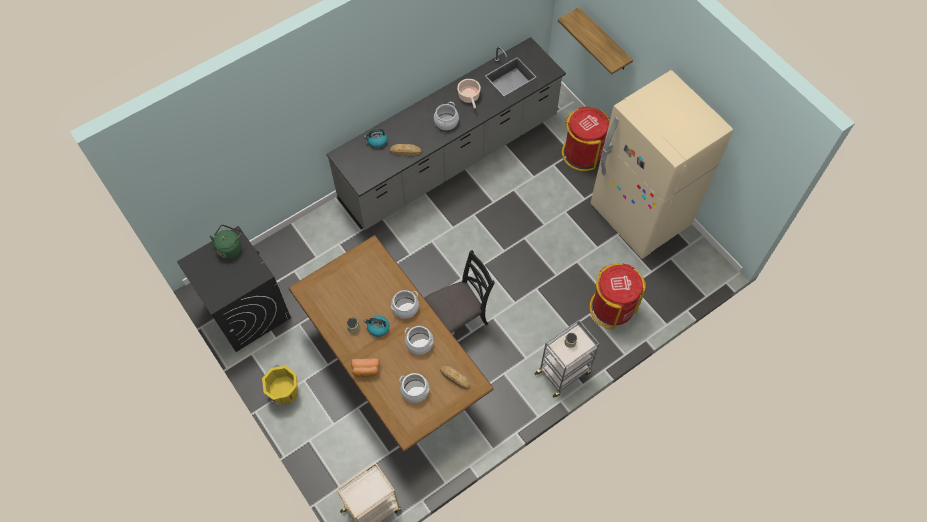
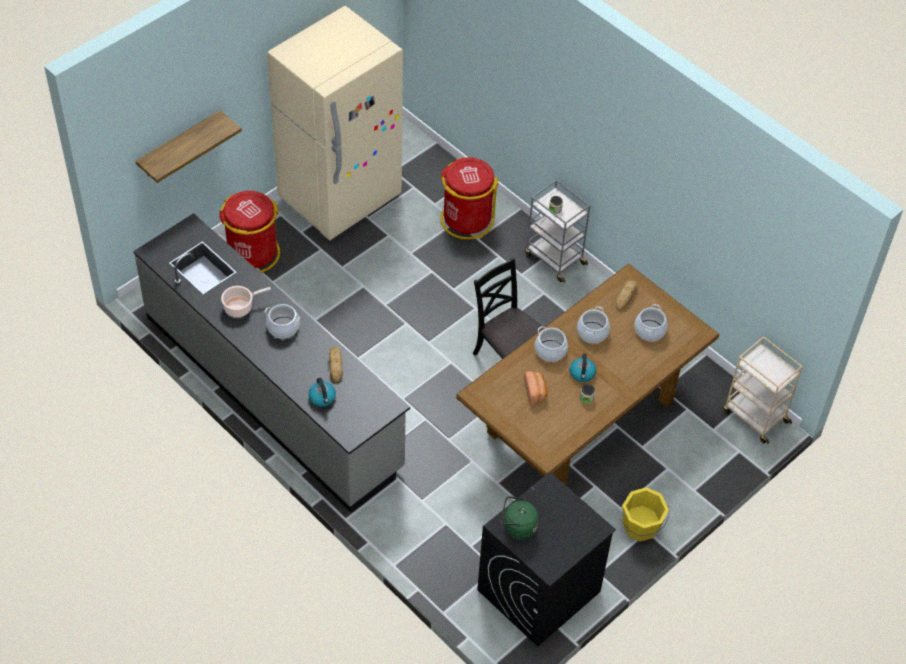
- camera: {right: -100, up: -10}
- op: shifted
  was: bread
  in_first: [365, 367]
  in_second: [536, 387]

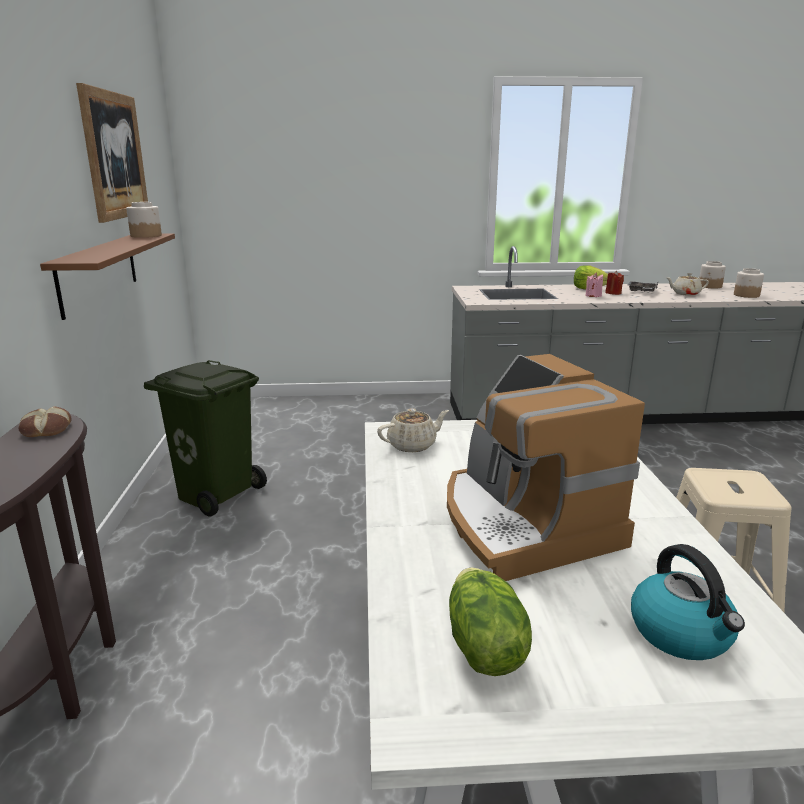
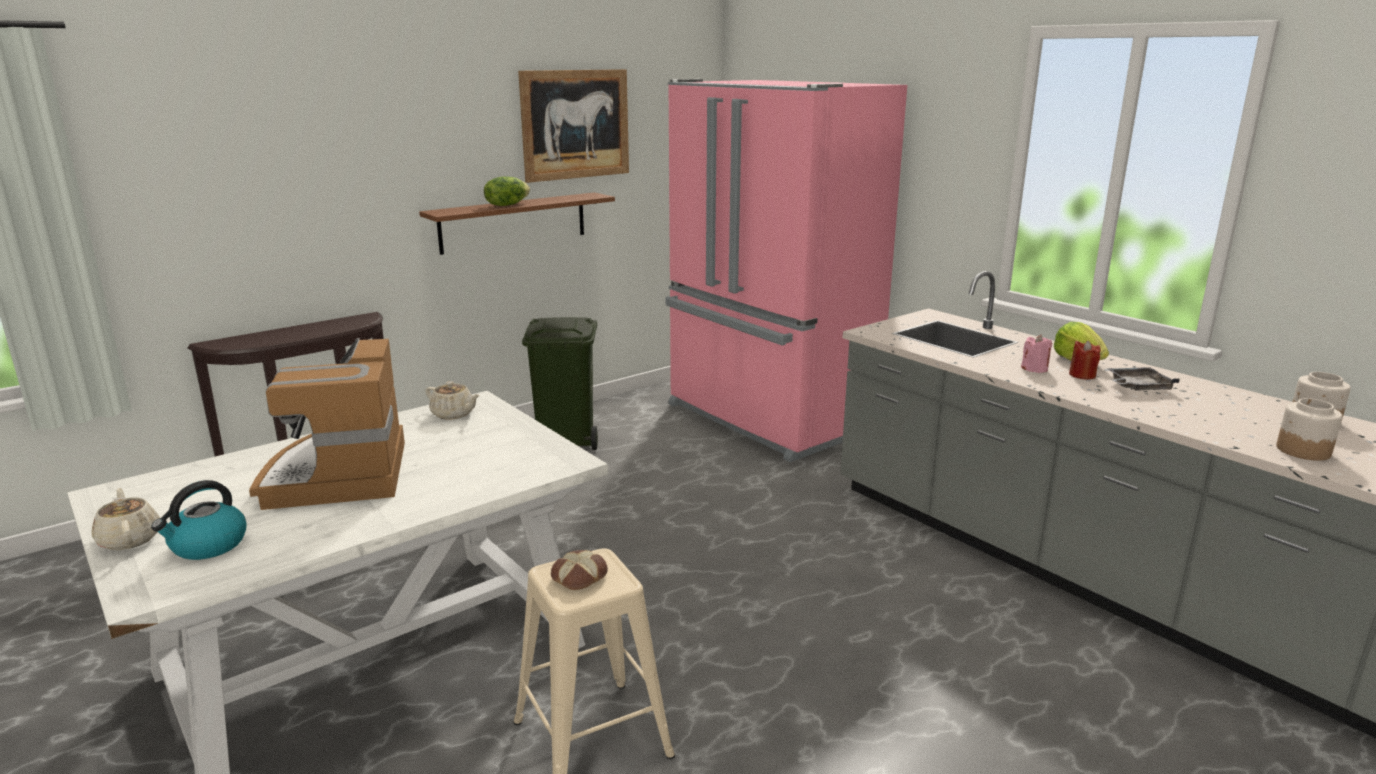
- camera: {right: 55, up: 0}
- op: gone
  was: jar
  in_first: [144, 220]
- op: new
  now: pink fridge
  in_second: [786, 270]
- op: shifted
  was: bread
  in_first: [45, 421]
  in_second: [579, 570]
- op: shifted
  was: lettuce
  in_first: [490, 622]
  in_second: [507, 191]
- op: shifted
  was: beige teapot
  in_first: [687, 284]
  in_second: [126, 519]
- op: rotated
  was: coffee machine
  in_first: [546, 467]
  in_second: [327, 424]
  clockwise: -45

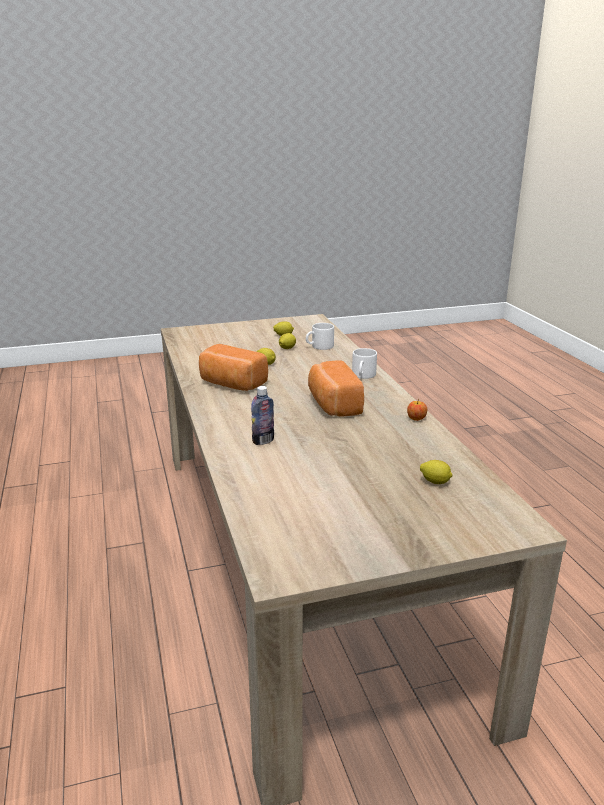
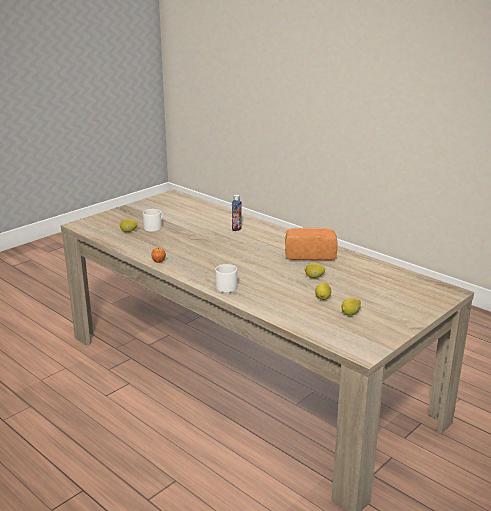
- camera: {right: 150, up: 0}
- op: gone
  was: bread
  in_first: [336, 389]
- op: shifted
  was: white mug
  in_first: [320, 336]
  in_second: [153, 220]

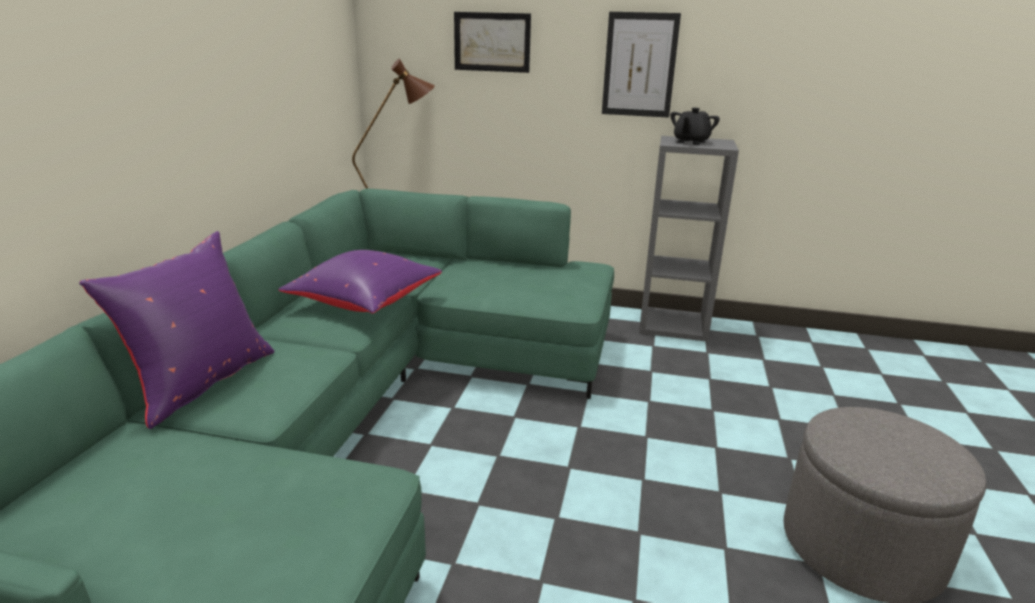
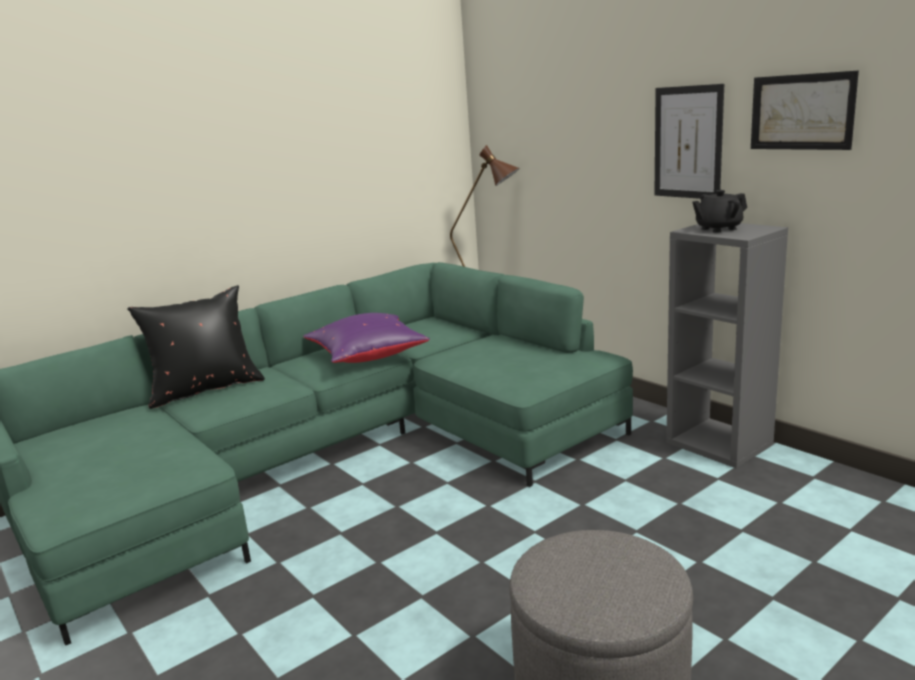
- camera: {right: 40, up: -5}
- op: shifted
  was: picture
  in_first: [492, 42]
  in_second: [805, 110]
- op: repainted
  was: purple pillow
  now: black pillow
  in_first: [176, 330]
  in_second: [196, 347]

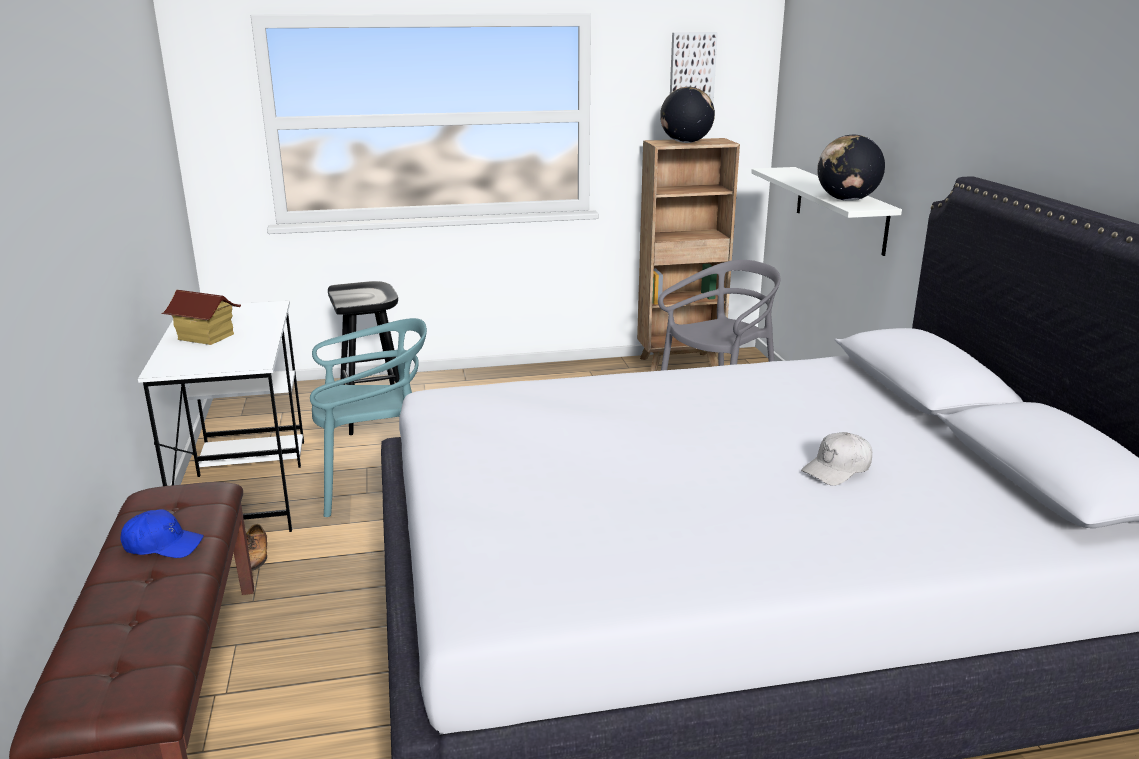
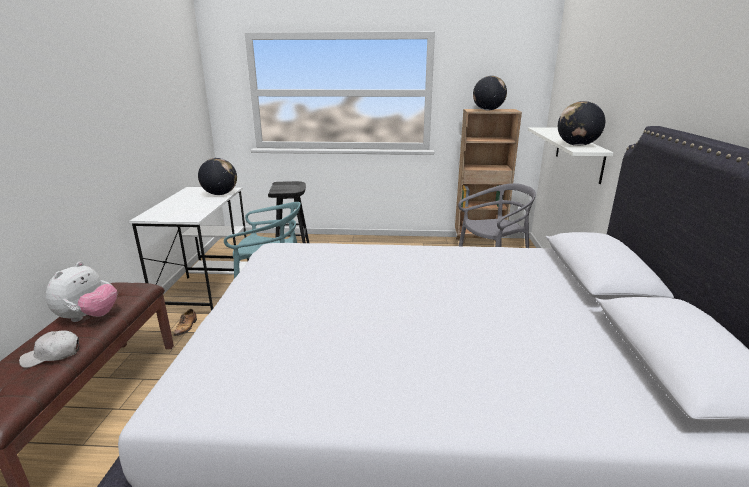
- camera: {right: 15, up: 0}
- op: gone
  was: toy house
  in_first: [201, 317]
- op: gone
  was: picture
  in_first: [694, 67]
- op: new
  now: globe
  in_second: [217, 176]
- op: shifted
  was: white cap
  in_first: [836, 459]
  in_second: [49, 349]
- op: swapped
  was: blue cap
  now: plush toy
  in_first: [162, 533]
  in_second: [81, 292]

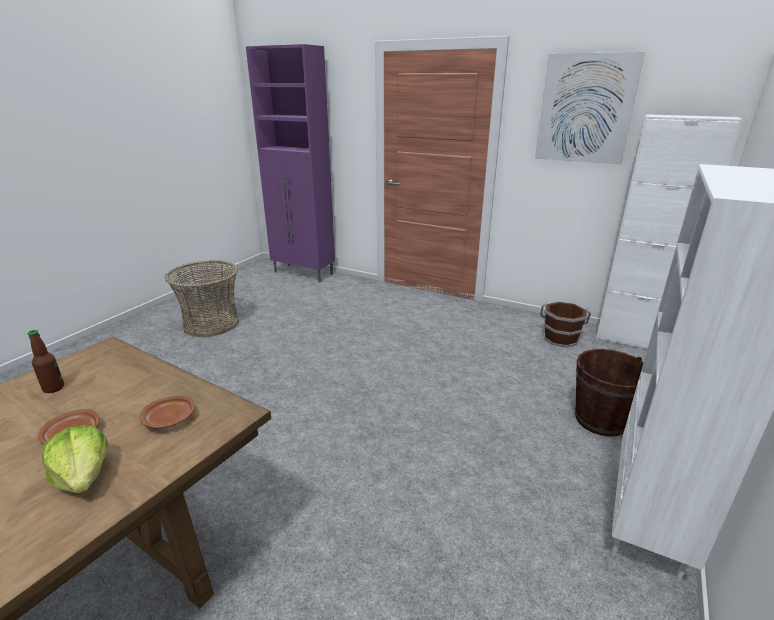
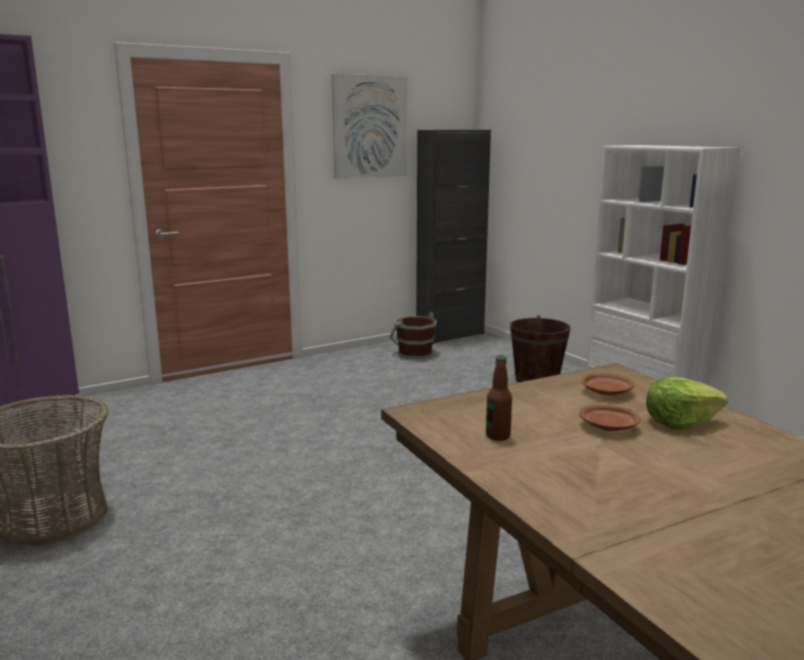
- camera: {right: -60, up: -10}
- op: repainted
  was: white cabinet
  now: black cabinet
  in_first: [669, 231]
  in_second: [453, 237]

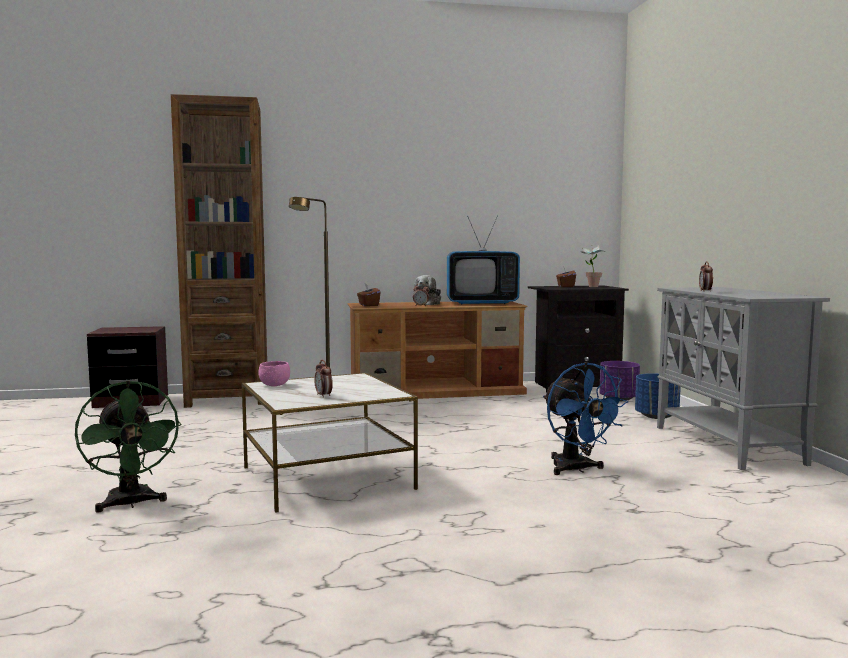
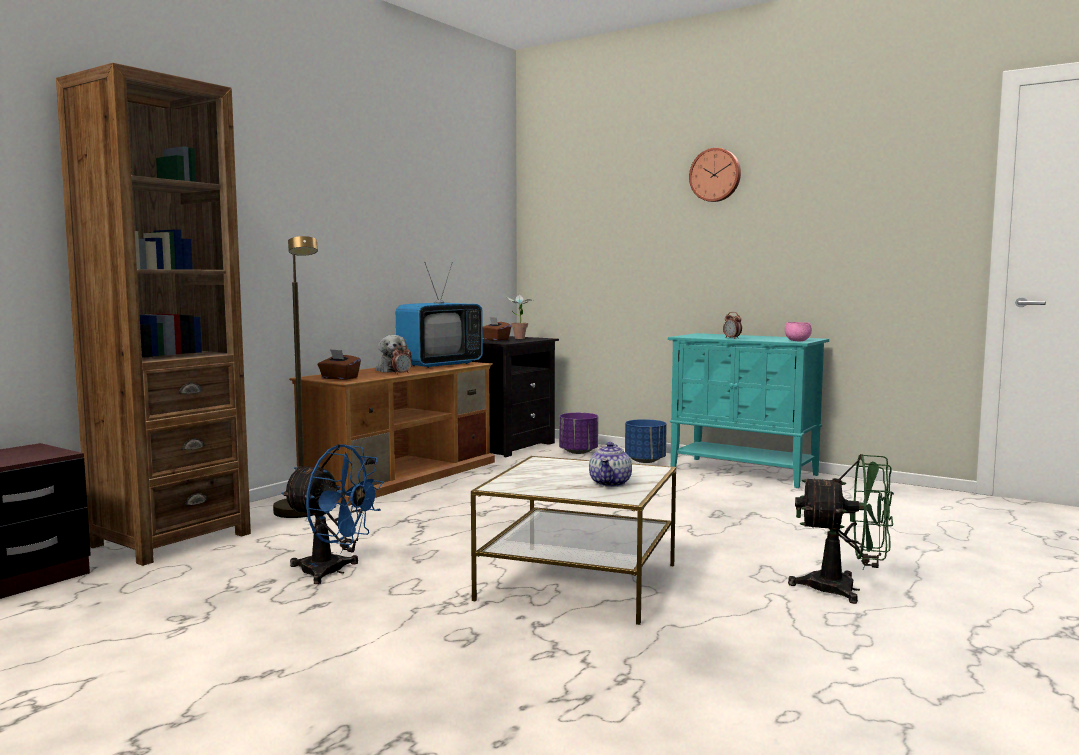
- camera: {right: -45, up: 0}
- op: new
  now: wall clock
  in_second: [715, 175]
- op: shifted
  was: green fan
  in_first: [128, 446]
  in_second: [841, 529]
- op: shifted
  was: pink bowl
  in_first: [274, 373]
  in_second: [798, 331]
- op: shifted
  was: blue fan
  in_first: [585, 418]
  in_second: [332, 514]
- op: swapped
  was: alarm clock
  now: teapot
  in_first: [323, 379]
  in_second: [610, 464]
- op: repainted
  was: grey cabinet
  now: turquoise cabinet
  in_first: [743, 378]
  in_second: [748, 410]

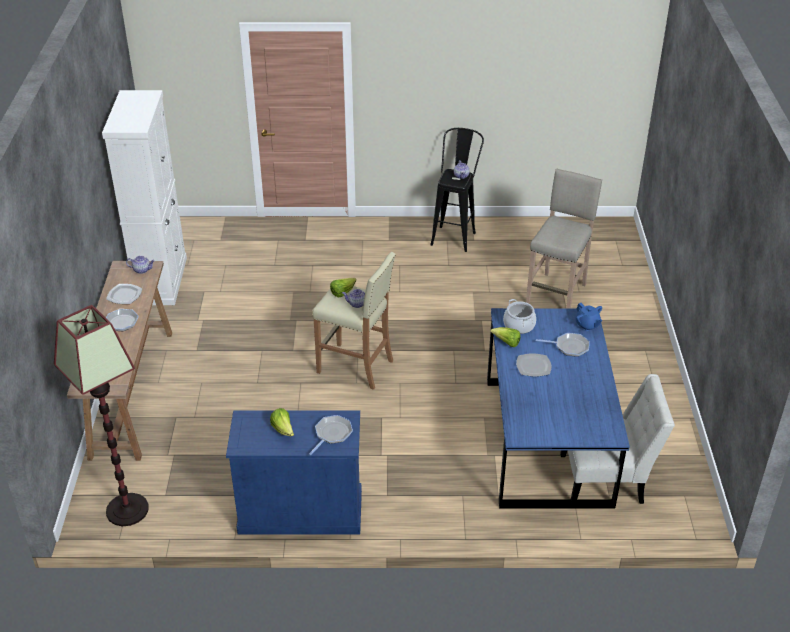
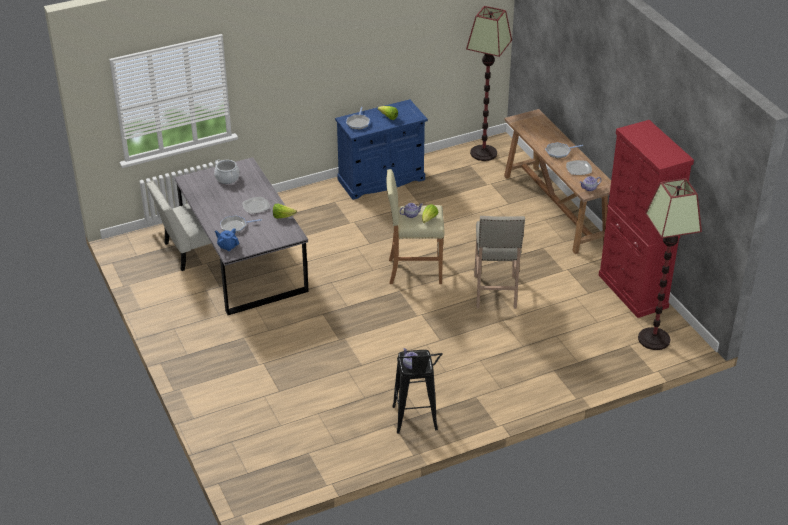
- camera: {right: 155, up: 0}
- op: new
  now: floor lamp
  in_second: [670, 264]
- op: shifted
  was: cooking pot
  in_first: [519, 316]
  in_second: [227, 171]
- op: shifted
  was: beige stool
  in_first: [564, 238]
  in_second: [499, 262]
- op: repainted
  was: white cabinet
  now: red cabinet
  in_first: [144, 197]
  in_second: [646, 219]
- op: repainted
  was: blue dining table
  now: grey dining table
  in_first: [558, 408]
  in_second: [241, 236]

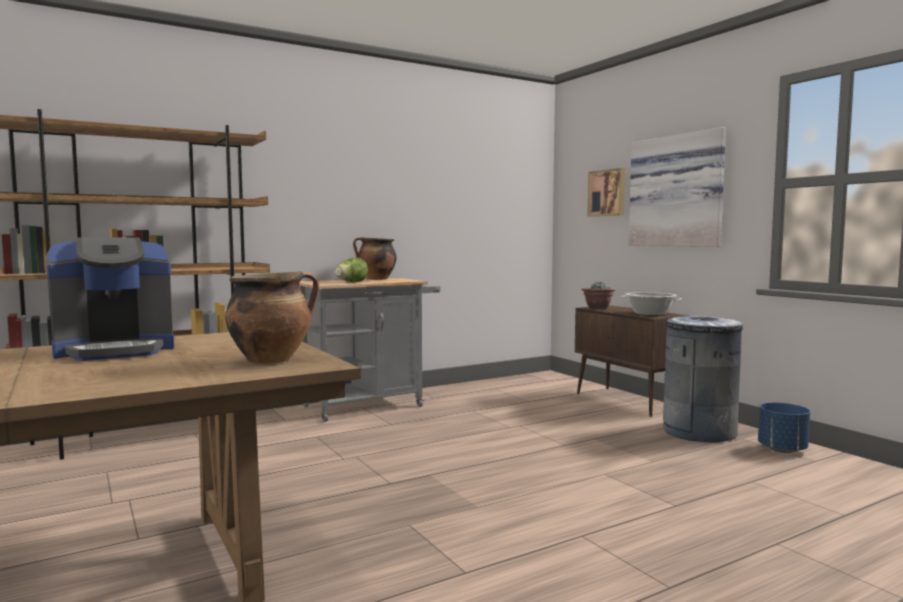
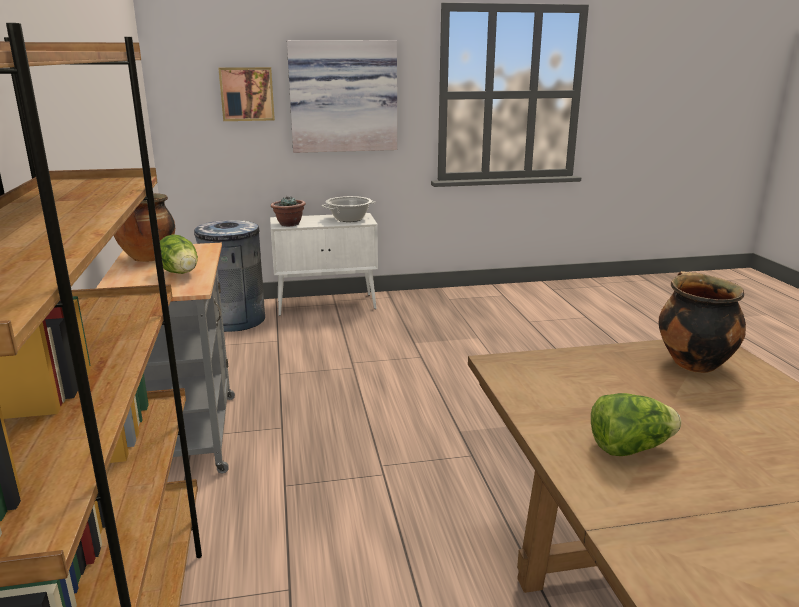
- camera: {right: -70, up: 15}
- op: gone
  was: blue planter
  in_first: [784, 427]
- op: shifted
  was: grey trash can
  in_first: [703, 379]
  in_second: [229, 276]
- op: swapped
  was: coffee machine
  now: lettuce
  in_first: [110, 299]
  in_second: [636, 424]
- op: repainted
  was: brown cabinet
  now: white cabinet
  in_first: [632, 361]
  in_second: [324, 264]

